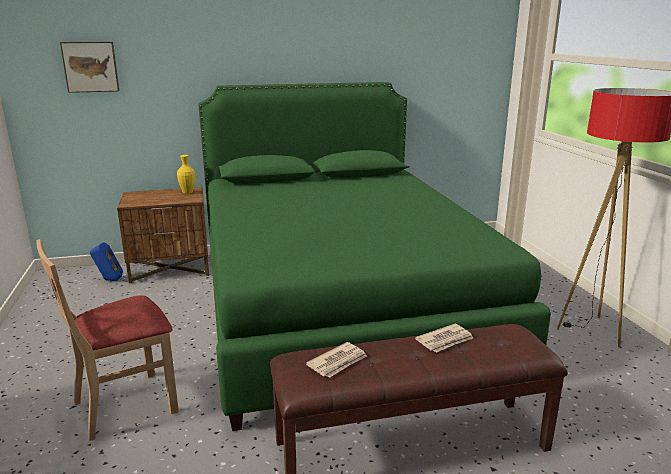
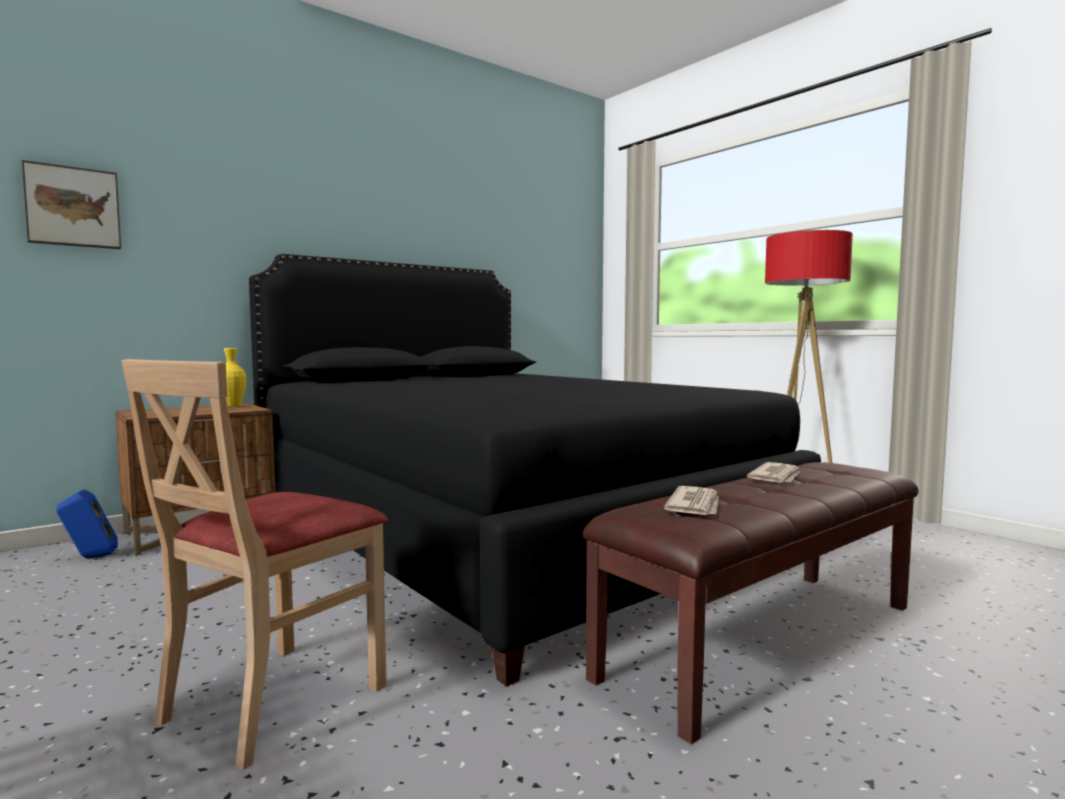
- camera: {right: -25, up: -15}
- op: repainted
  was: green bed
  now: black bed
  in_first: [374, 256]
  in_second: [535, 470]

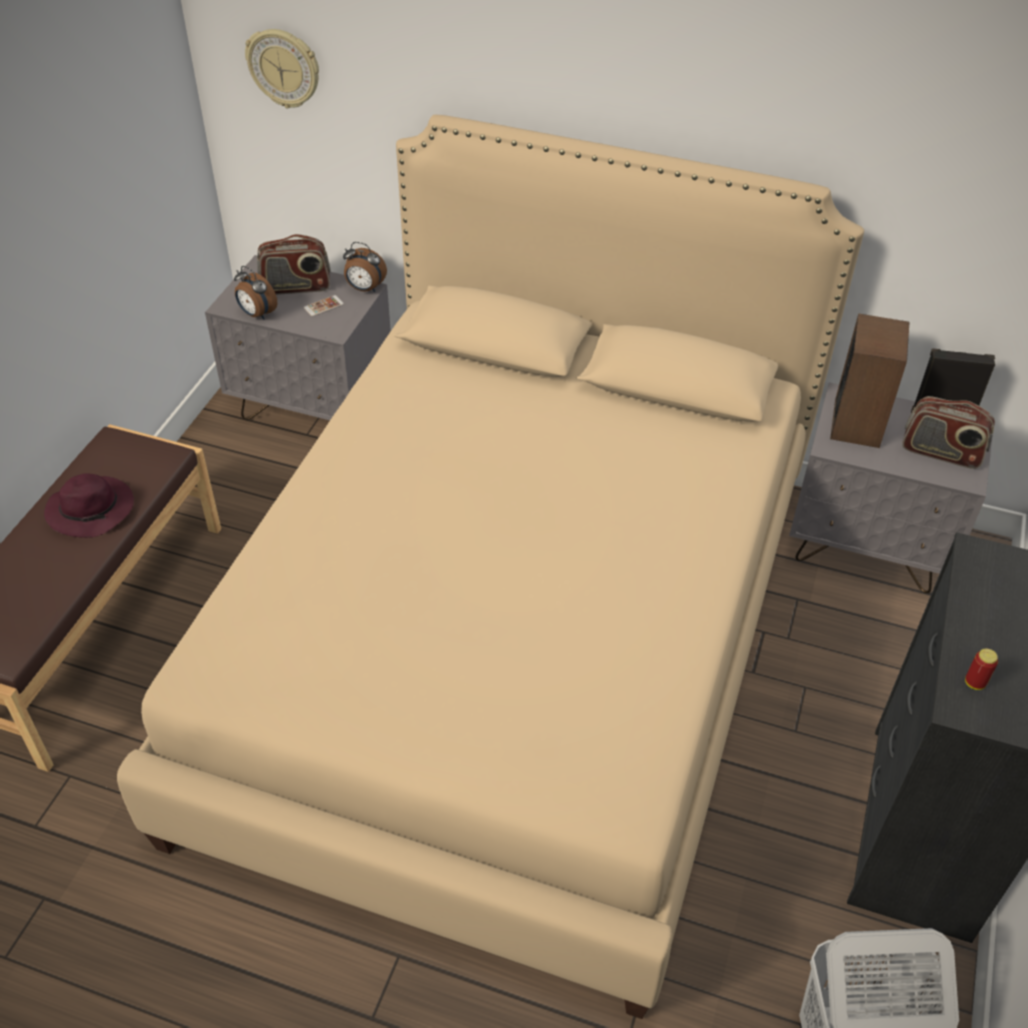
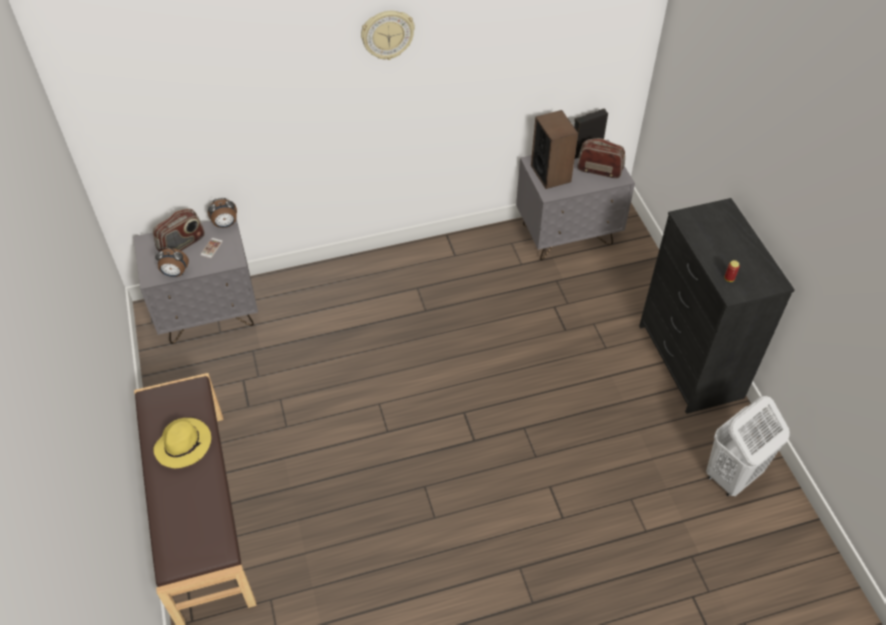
- camera: {right: -35, up: 5}
- op: gone
  was: beige bed
  in_first: [490, 567]
- op: shifted
  was: wall clock
  in_first: [282, 68]
  in_second: [388, 35]
- op: repainted
  was: purple hat
  now: yellow hat
  in_first: [89, 505]
  in_second: [182, 443]
- op: rotated
  was: radio
  in_first: [948, 432]
  in_second: [601, 158]
  clockwise: -150

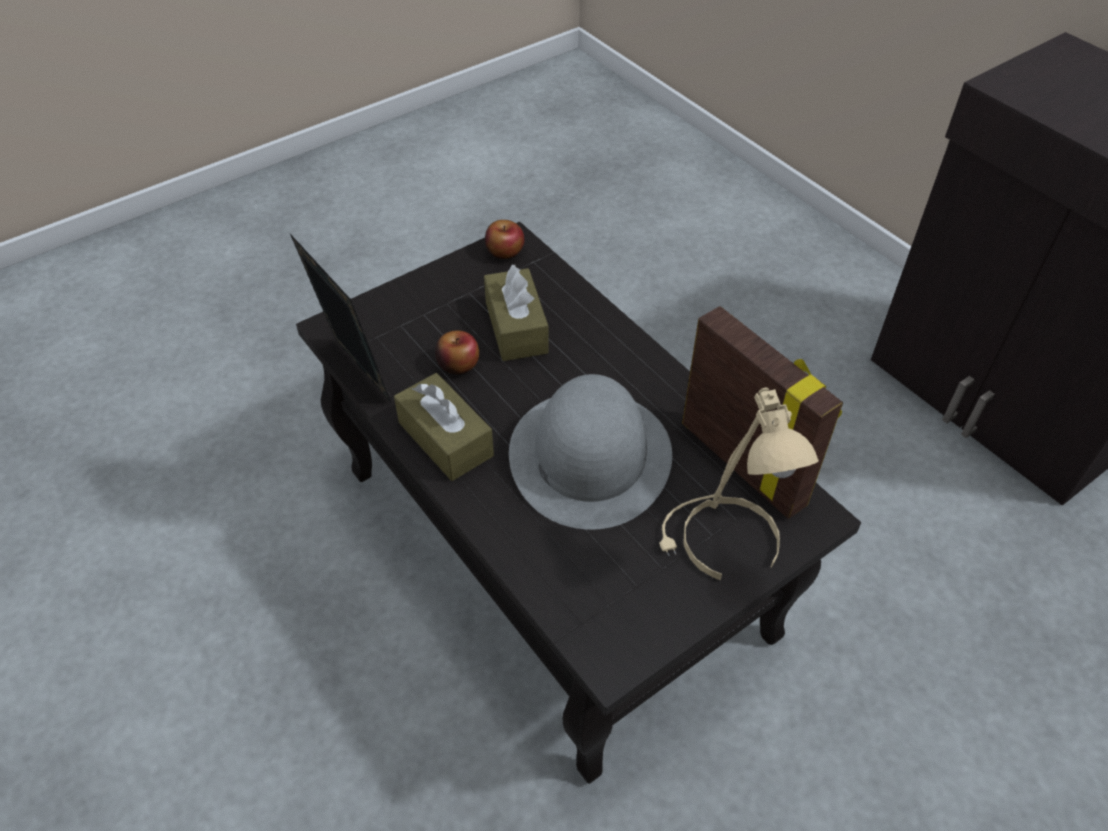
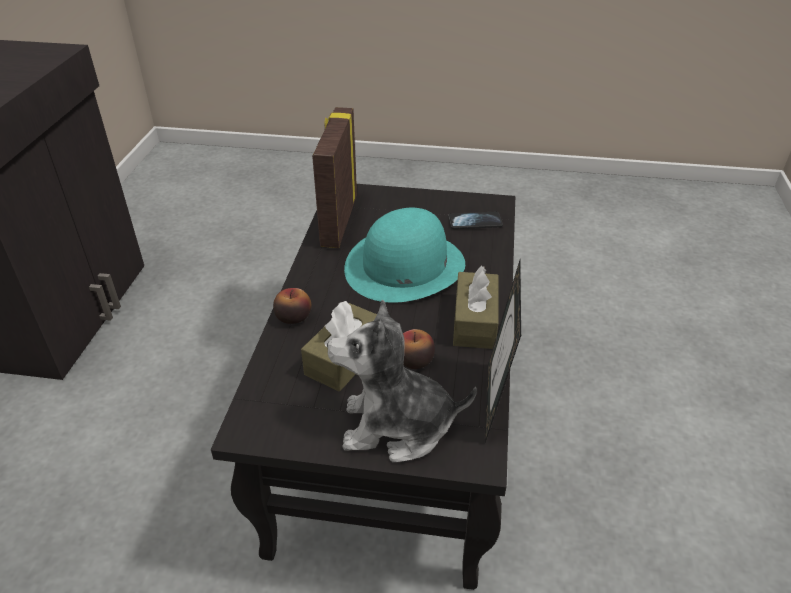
- camera: {right: -135, up: -10}
- op: gone
  was: beige table lamp
  in_first: [739, 484]
- op: new
  now: plush toy
  in_second: [402, 381]
- op: new
  now: phone
  in_second: [475, 220]
- op: shifted
  was: apple
  in_first: [505, 239]
  in_second: [292, 306]
- op: repainted
  was: grey hat
  now: turquoise hat
  in_first: [590, 452]
  in_second: [404, 255]

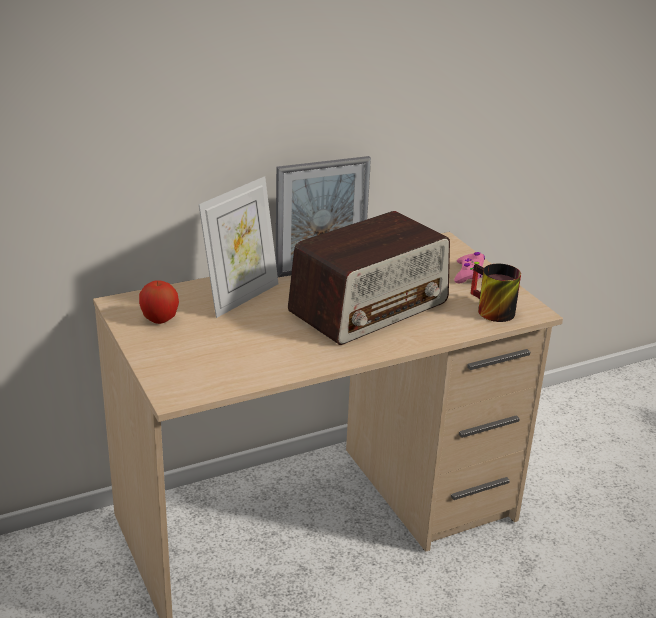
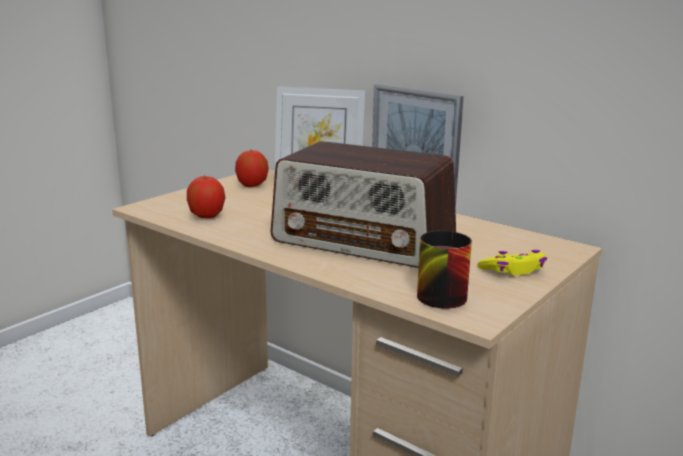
- camera: {right: 65, up: -10}
- op: new
  now: apple
  in_second: [206, 196]
- op: repainted
  was: pink game controller
  now: yellow game controller
  in_first: [469, 267]
  in_second: [512, 262]

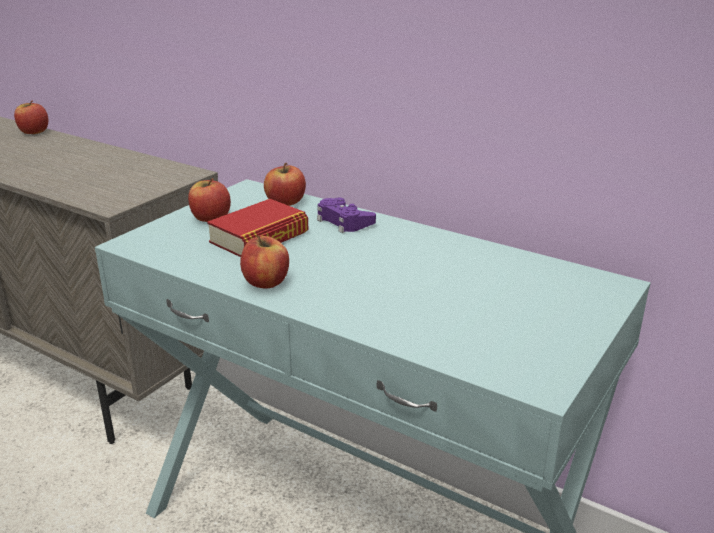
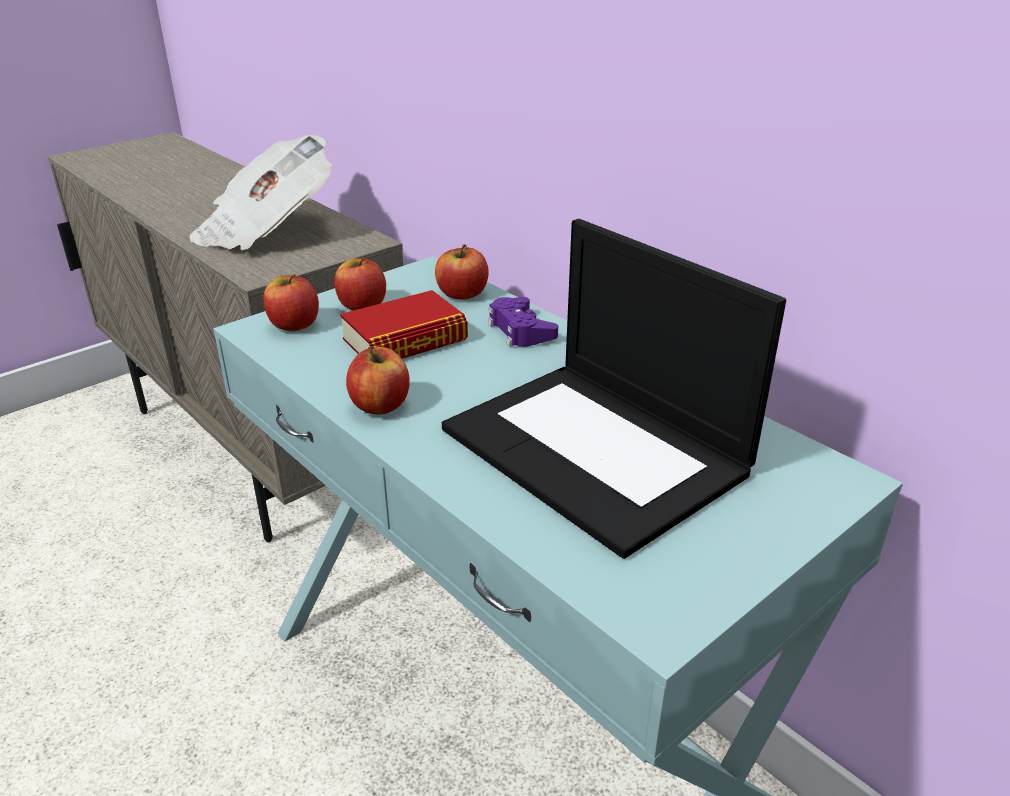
- camera: {right: 15, up: 5}
- op: new
  now: newspaper
  in_second: [261, 192]
- op: new
  now: laptop
  in_second: [614, 389]
- op: shifted
  was: apple
  in_first: [31, 117]
  in_second: [291, 302]

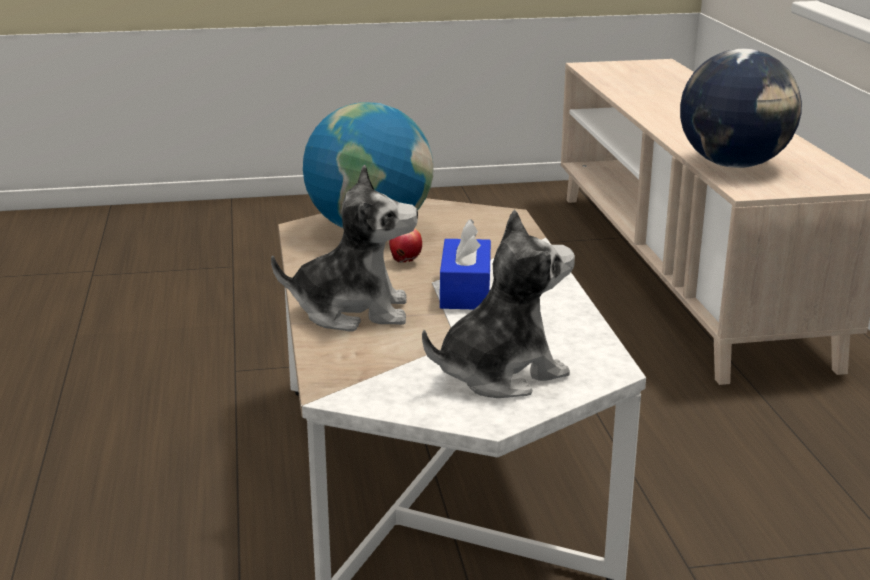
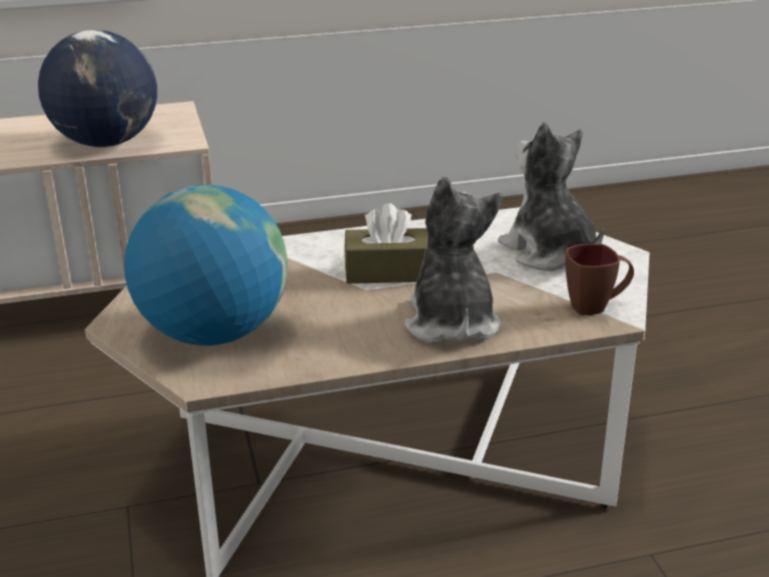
- camera: {right: -95, up: 5}
- op: gone
  was: apple
  in_first: [405, 245]
- op: new
  now: brown mug
  in_second: [599, 279]
- op: repainted
  was: blue tissue box
  now: brown tissue box
  in_first: [465, 264]
  in_second: [386, 244]

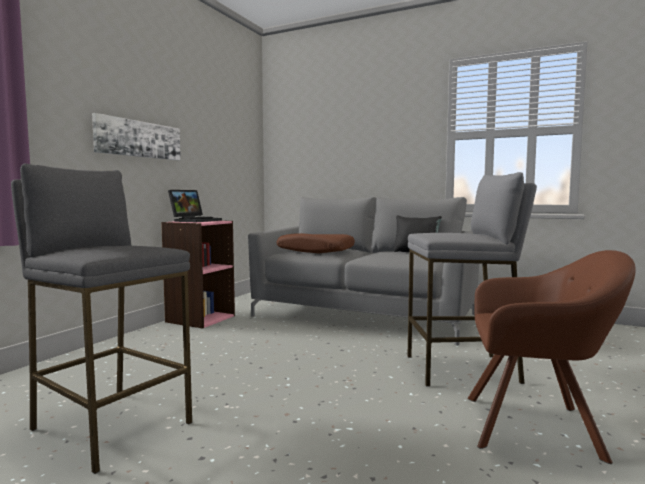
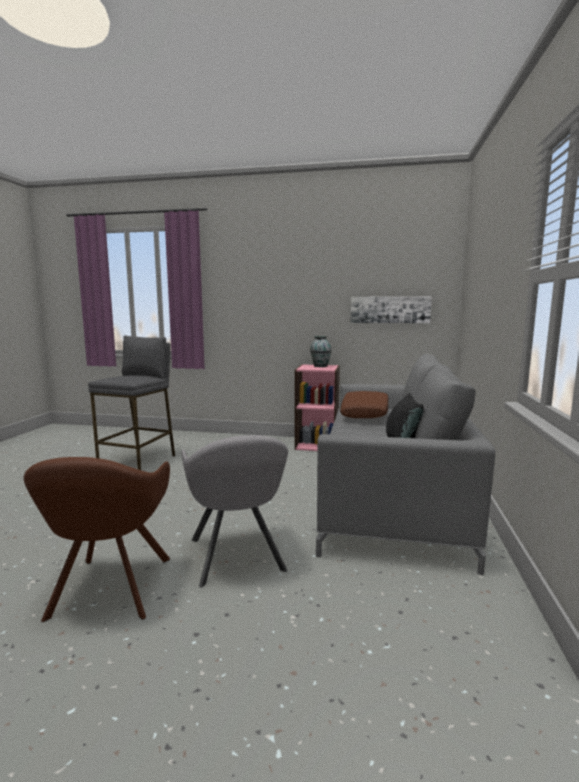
- camera: {right: 75, up: 5}
- op: shifted
  was: picture
  in_first: [136, 137]
  in_second: [391, 309]
- op: swapped
  was: laptop
  now: vase
  in_first: [195, 206]
  in_second: [321, 351]
- op: swapped
  was: grey stool
  now: grey armchair
  in_first: [472, 279]
  in_second: [234, 511]

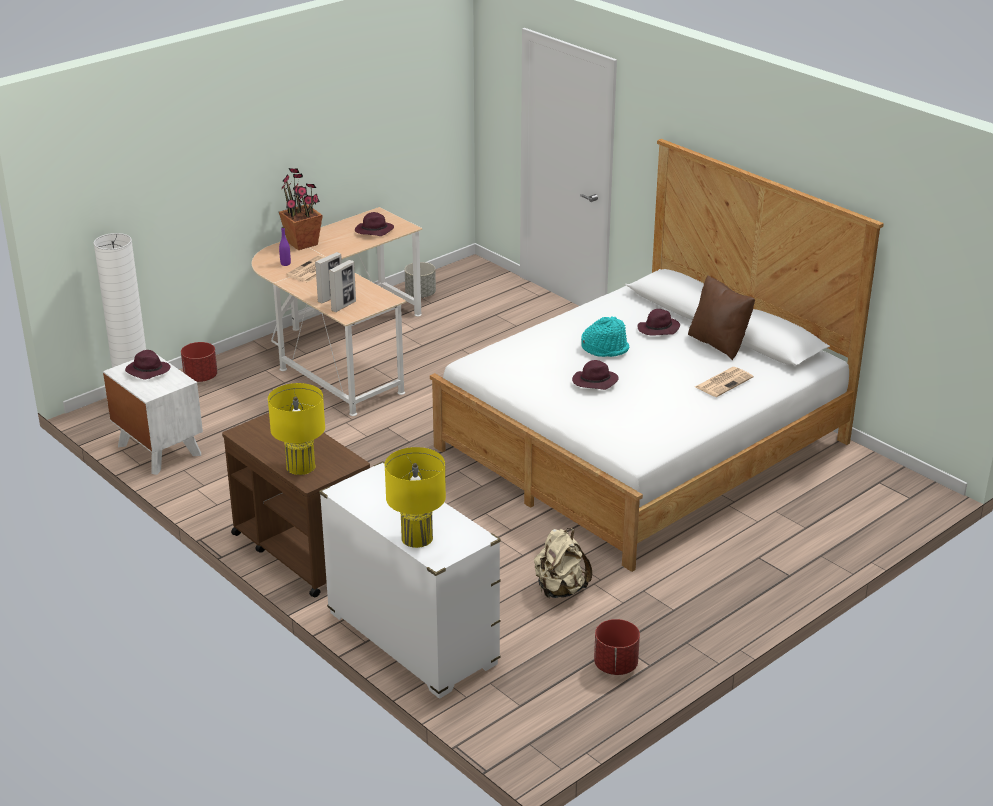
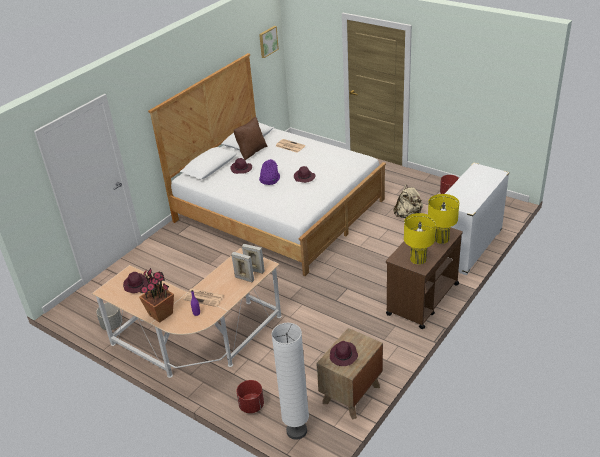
- camera: {right: -100, up: 5}
- op: new
  now: picture
  in_second: [269, 42]
- op: shifted
  was: yellow table lamp
  in_first: [415, 497]
  in_second: [420, 238]
- op: repainted
  was: white nightstand
  now: brown nightstand
  in_first: [153, 415]
  in_second: [349, 374]
- op: repainted
  was: turquoise hat
  now: purple hat
  in_first: [605, 336]
  in_second: [269, 172]

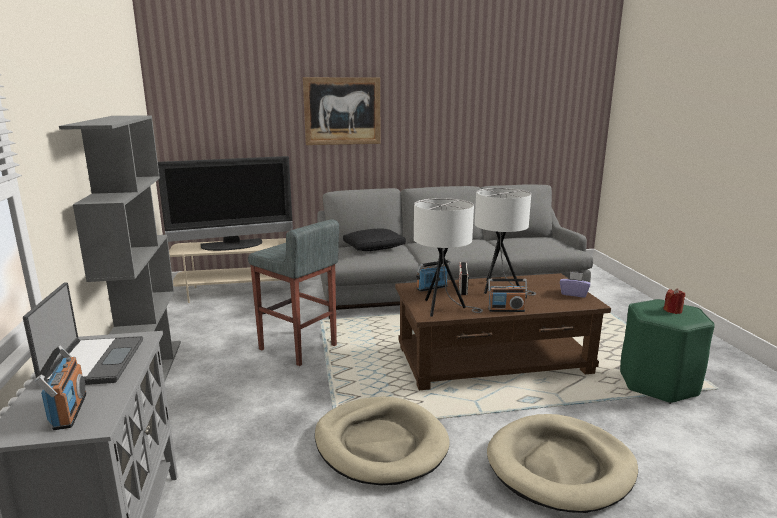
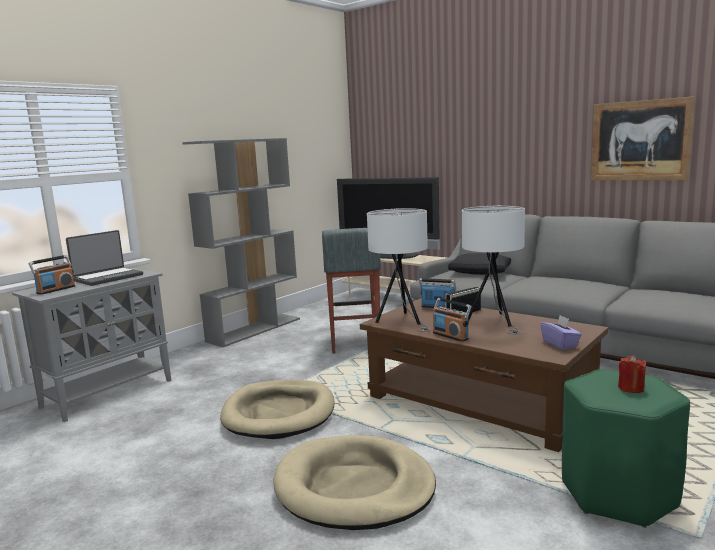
- camera: {right: 50, up: -5}
- op: shifted
  was: picture
  in_first: [341, 111]
  in_second: [643, 138]

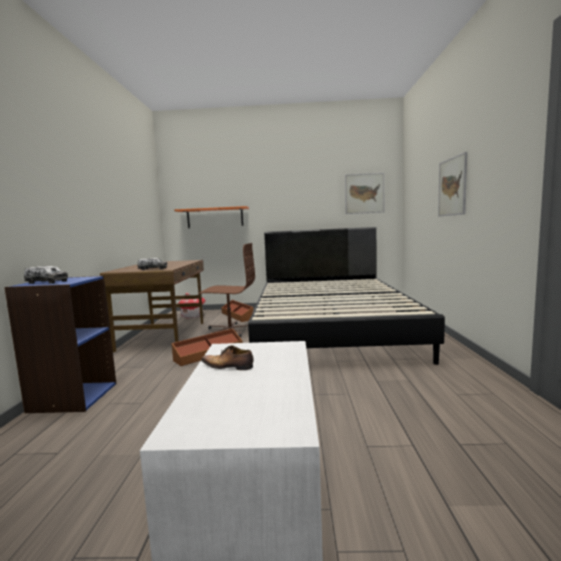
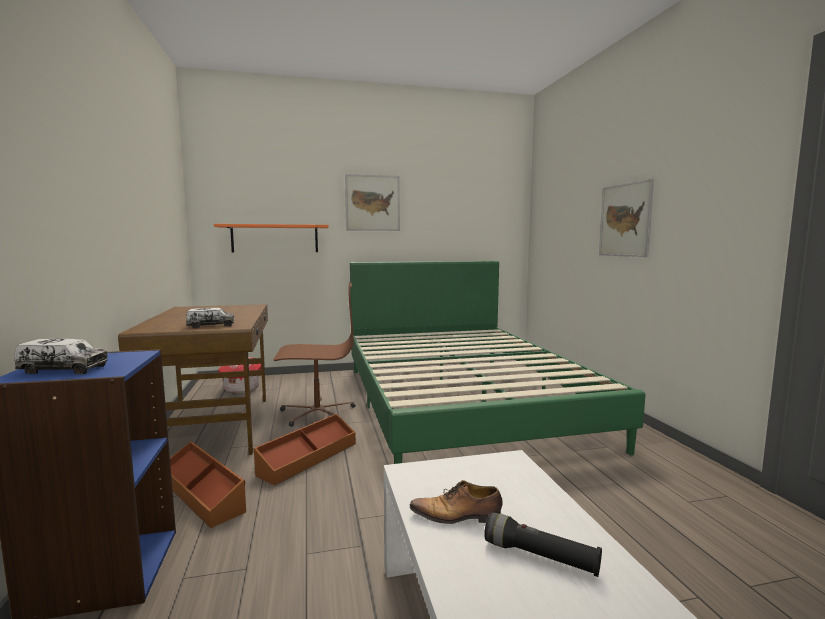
- camera: {right: -15, up: 0}
- op: new
  now: black flashlight
  in_second: [543, 544]
- op: shifted
  was: brown storage box
  in_first: [237, 311]
  in_second: [208, 484]
- op: shifted
  was: picture
  in_first: [364, 193]
  in_second: [372, 202]
- op: repainted
  was: black bed
  now: green bed
  in_first: [346, 296]
  in_second: [497, 362]

